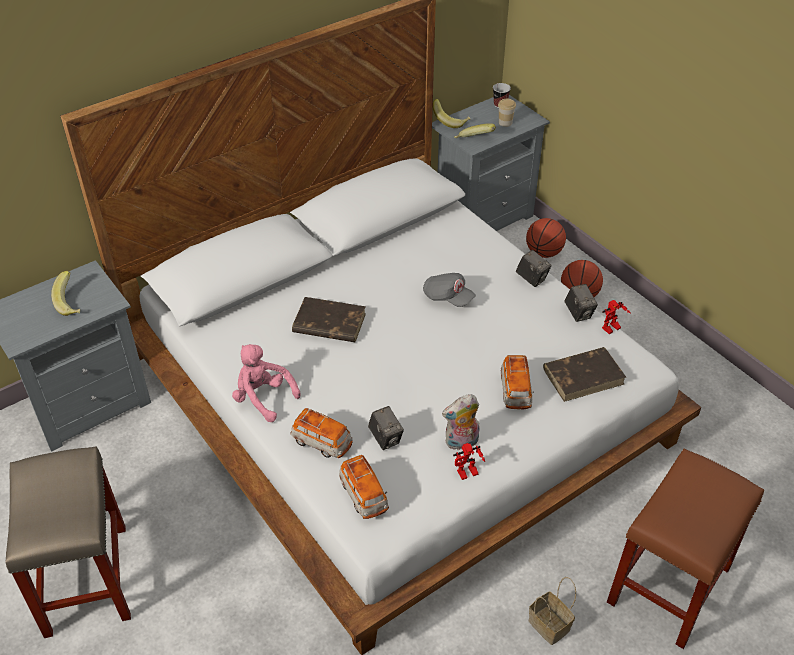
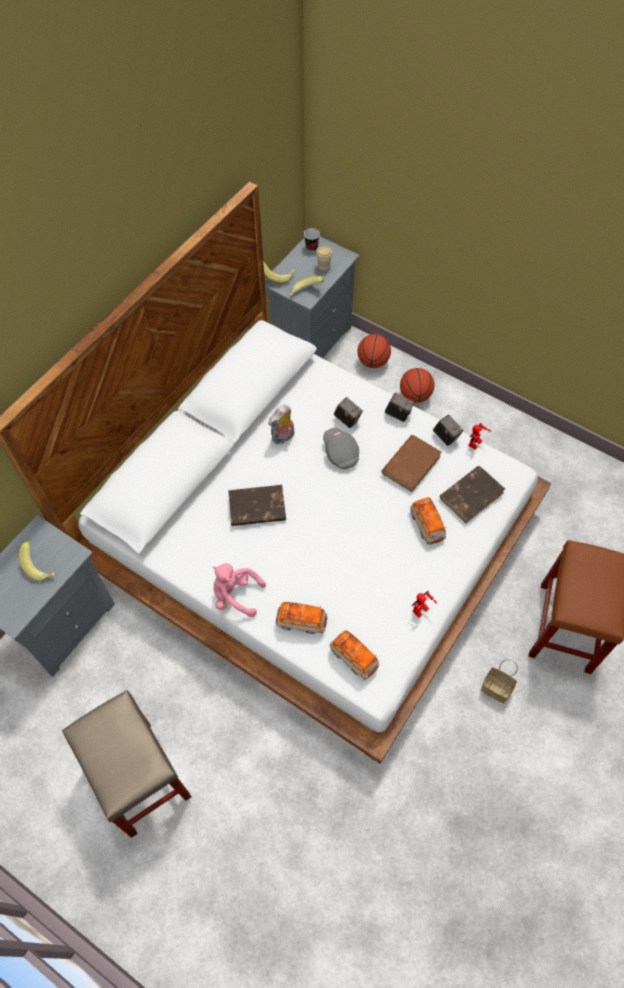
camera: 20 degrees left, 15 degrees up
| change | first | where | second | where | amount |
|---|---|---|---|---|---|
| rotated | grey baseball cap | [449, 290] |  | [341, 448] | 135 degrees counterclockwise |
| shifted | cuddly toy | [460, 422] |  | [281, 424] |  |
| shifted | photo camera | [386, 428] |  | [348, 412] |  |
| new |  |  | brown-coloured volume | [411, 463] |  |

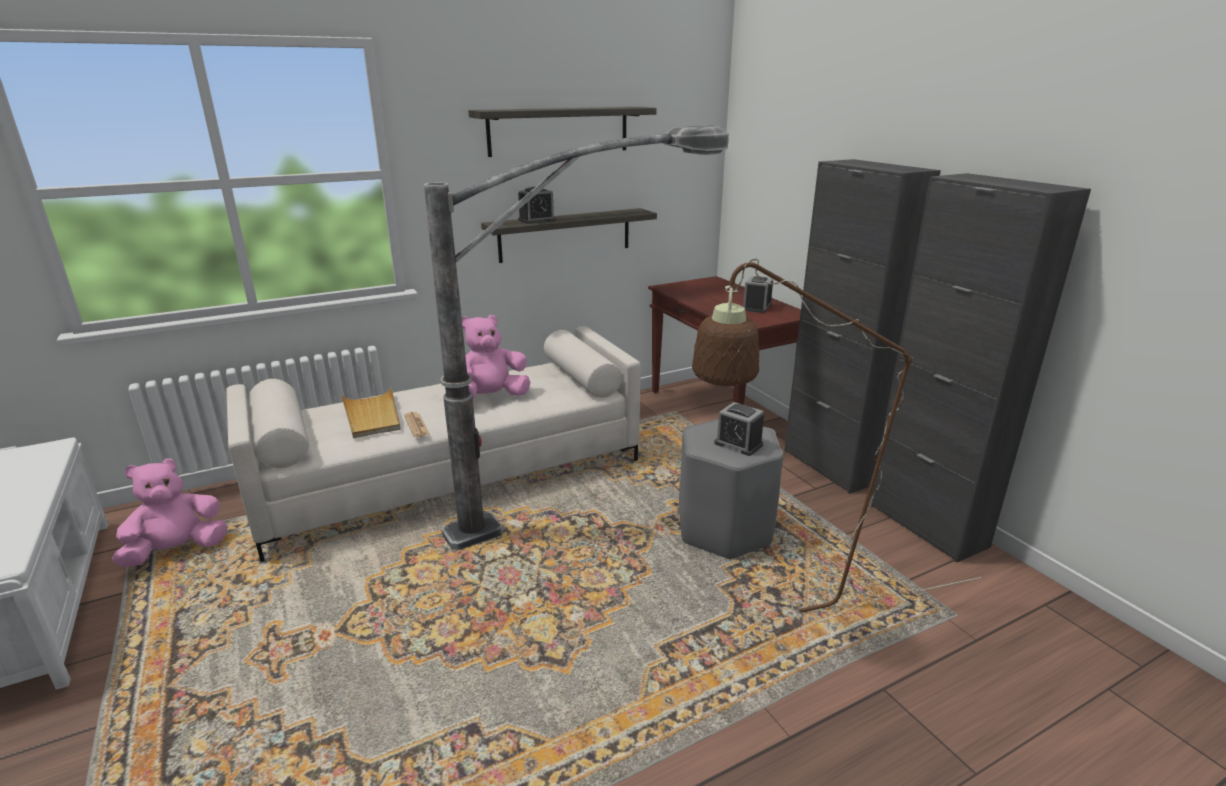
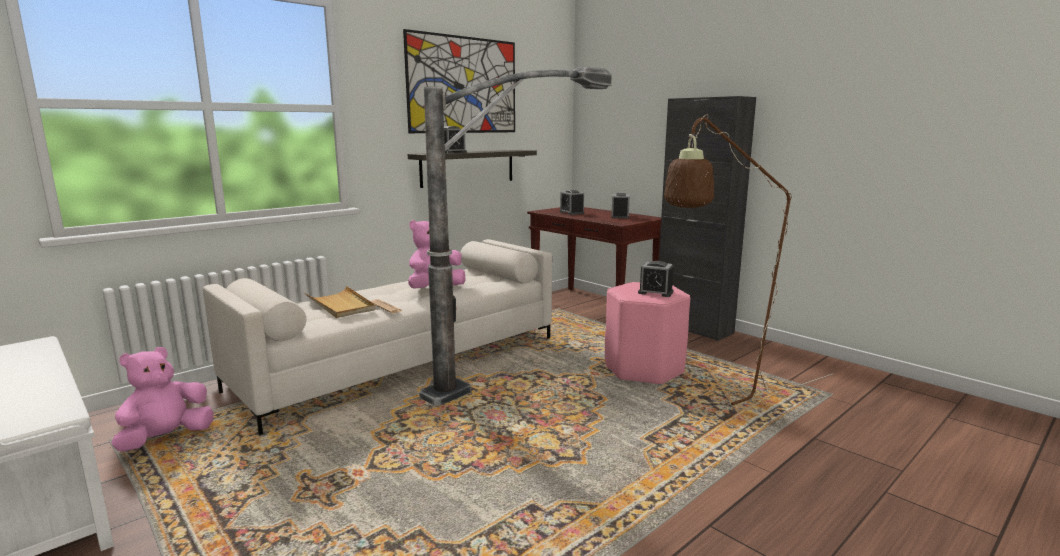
camera: 15 degrees left, 10 degrees down
| change | first | where | second | where | amount |
|---|---|---|---|---|---|
| swapped | bracket shelf | [562, 132] | wall picture | [459, 81] |  |
| gone | black cabinet | [980, 368] |  |  |  |
| repainted | grey stool seat | [731, 489] | pinkish stool seat | [647, 333] |  |
| new |  |  | alarm clock | [572, 202] |  |

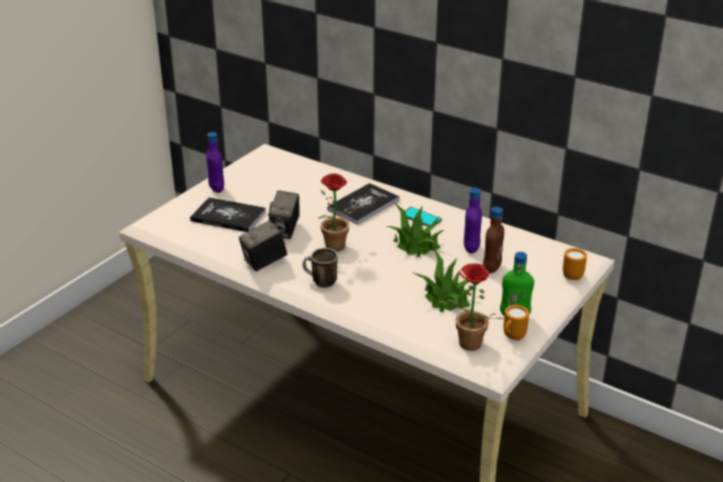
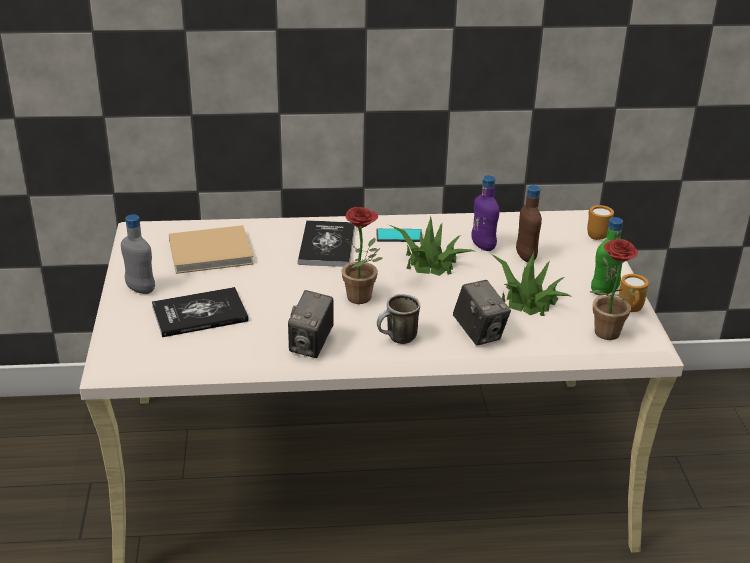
camera: 40 degrees left, 0 degrees up
| change | first | where | second | where | amount |
|---|---|---|---|---|---|
| repainted | purplish drink bottle | [215, 162] | grey drink bottle | [138, 254] |  |
| shifted | photo camera | [283, 214] |  | [482, 313] |  |
| new |  |  | beige-coloured volume | [211, 249] |  |

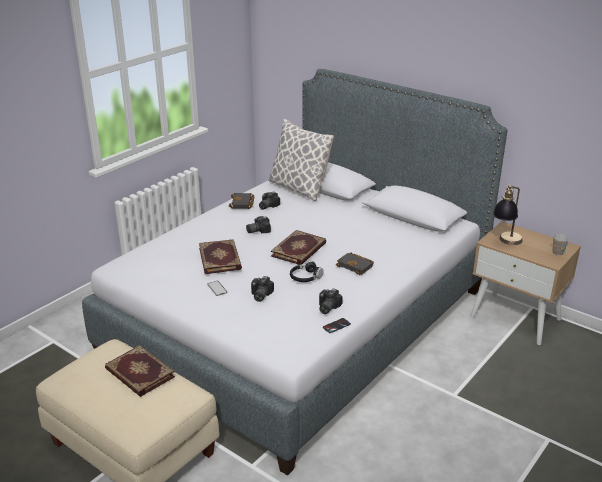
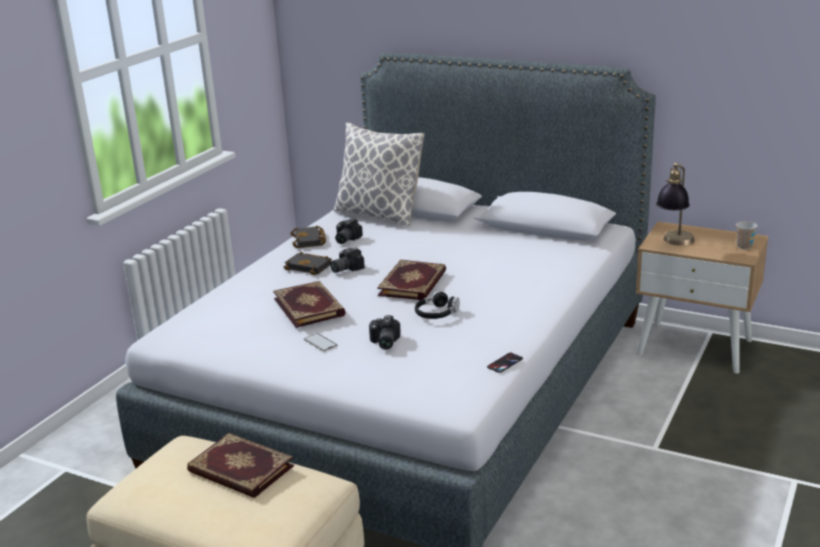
camera: 10 degrees left, 5 degrees down
| change | first | where | second | where | amount |
|---|---|---|---|---|---|
| shifted | black volume | [355, 263] |  | [308, 263] |  |
| gone | photo camera | [331, 301] |  |  |  |

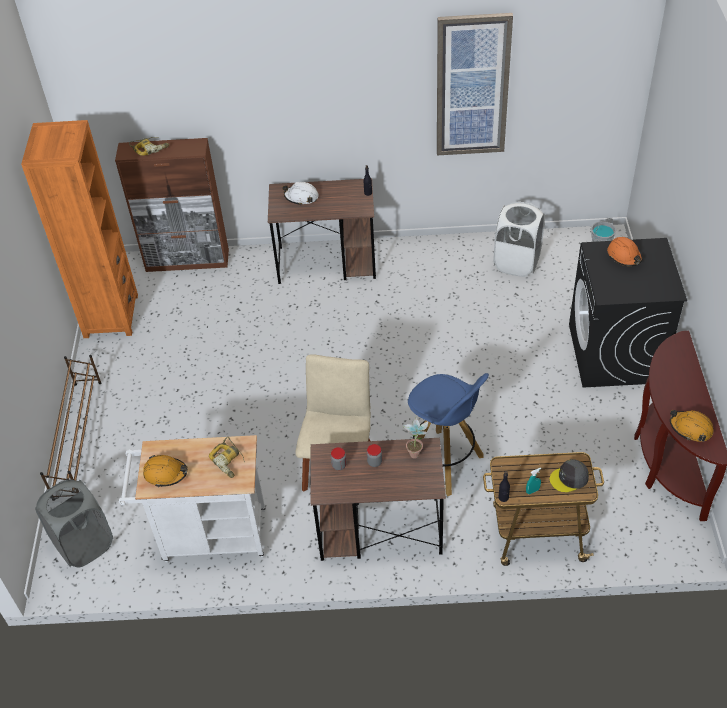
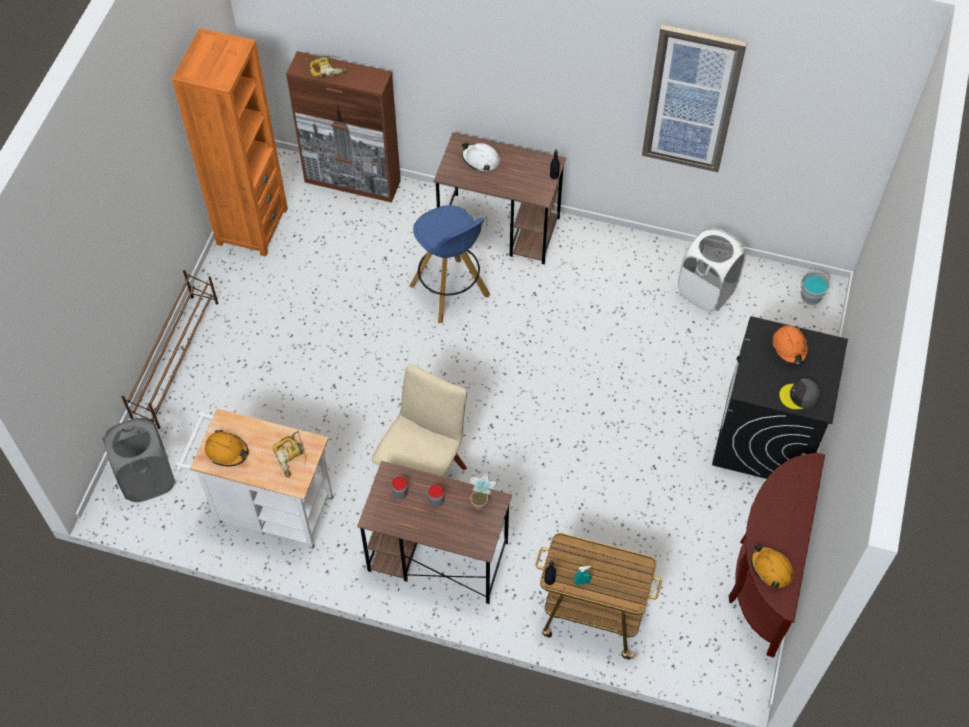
camera: 15 degrees right, 10 degrees up
| change | first | where | second | where | amount |
|---|---|---|---|---|---|
| shifted | bluish stool seat | [448, 434] |  | [449, 264] |  |
| shifted | grey baseball cap | [569, 475] |  | [799, 394] |  |

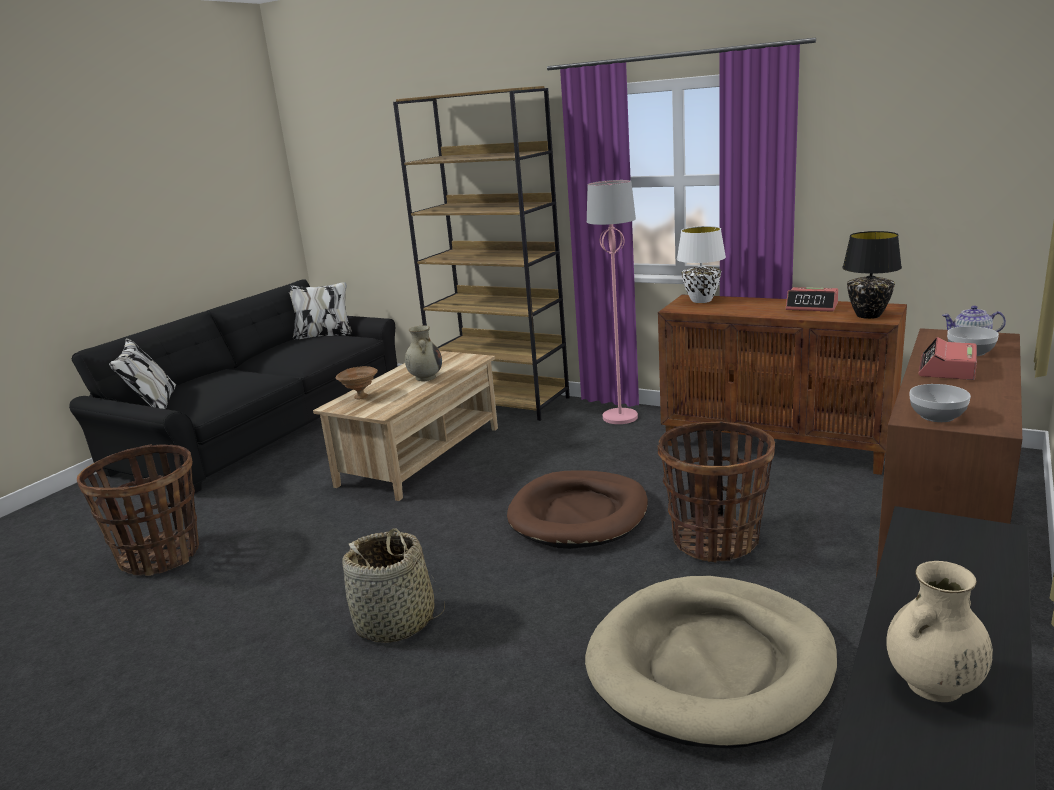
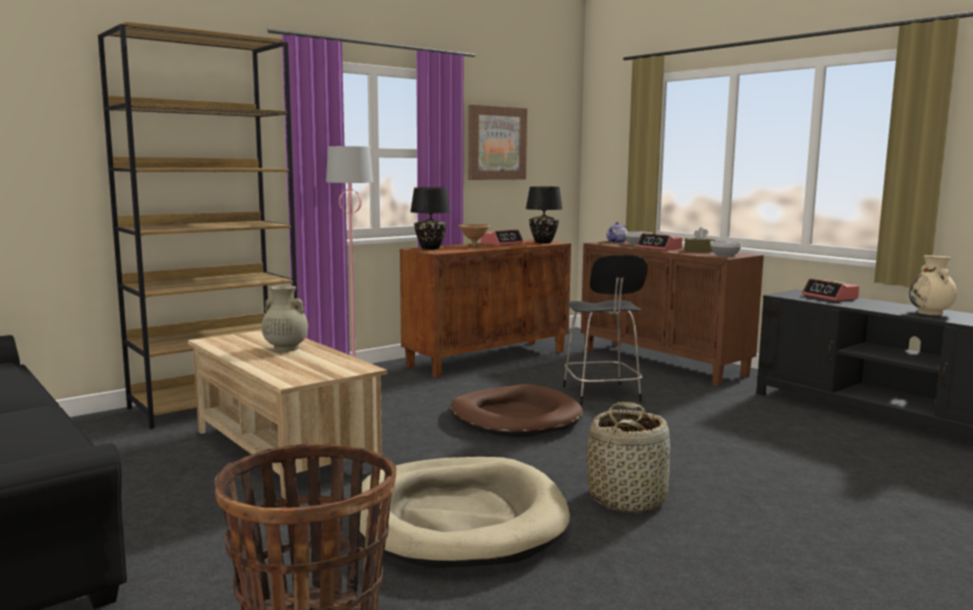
camera: 70 degrees left, 10 degrees down
| change | first | where | second | where | amount |
|---|---|---|---|---|---|
| repainted | white tabletop lamp | [701, 264] | black tabletop lamp | [430, 218] |  |
| shifted | brown-coloured deep dish | [356, 383] |  | [474, 235] |  |
| swapped | storage basket | [716, 492] | black stool seat | [605, 330] |  |
| shifted | beige-coloured dog bed | [711, 662] |  | [465, 512] |  |
| new |  |  | wall picture | [497, 142] |  |
| new |  |  | brown-coloured tissue holder | [700, 239] |  |
| new |  |  | alarm clock | [830, 289] |  |

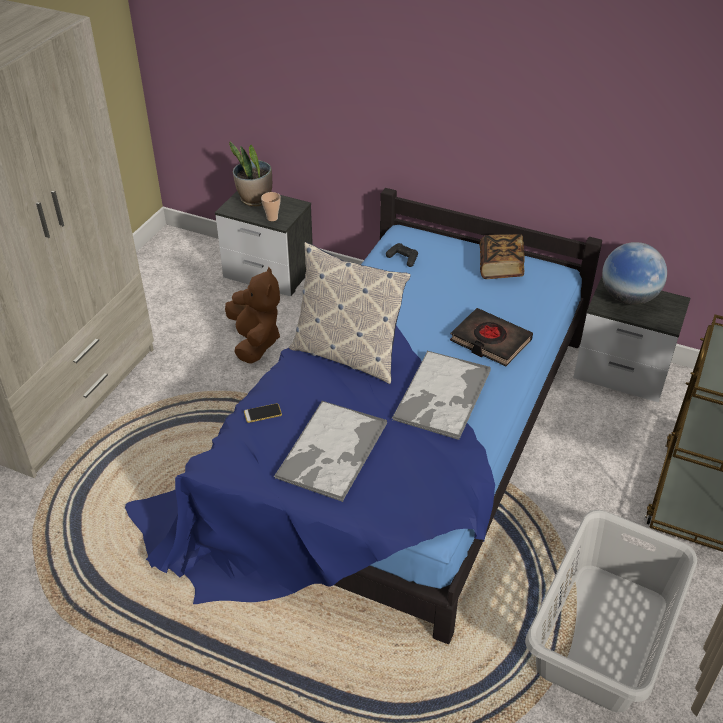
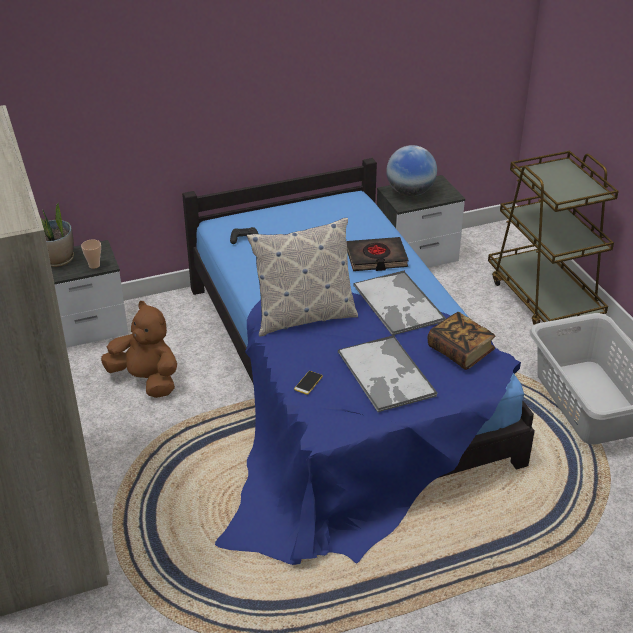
camera: 45 degrees left, 5 degrees down
| change | first | where | second | where | amount |
|---|---|---|---|---|---|
| shifted | volume | [502, 256] |  | [461, 341] |  |

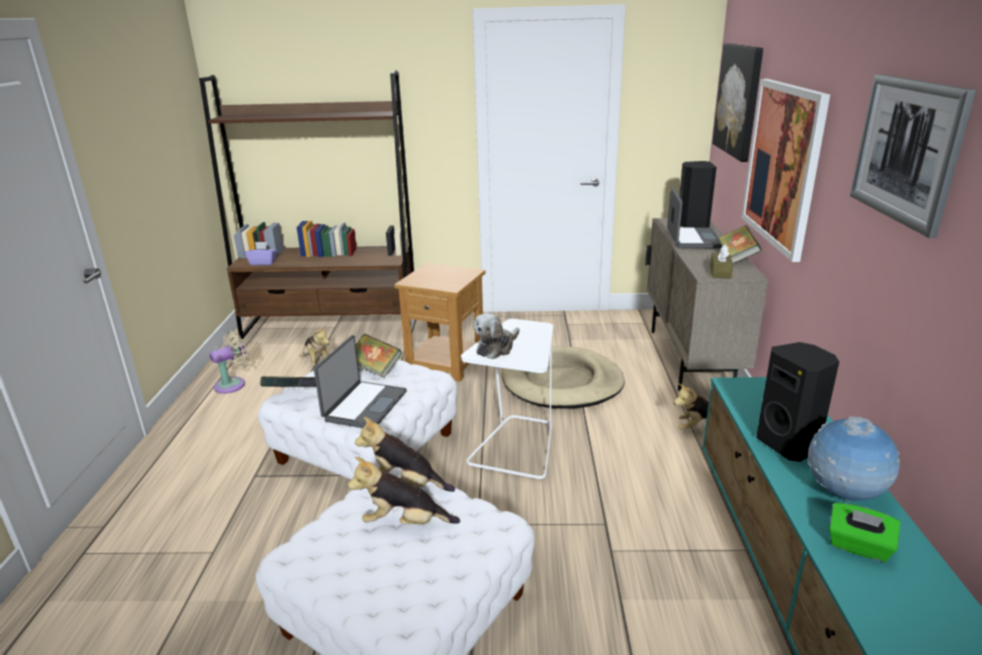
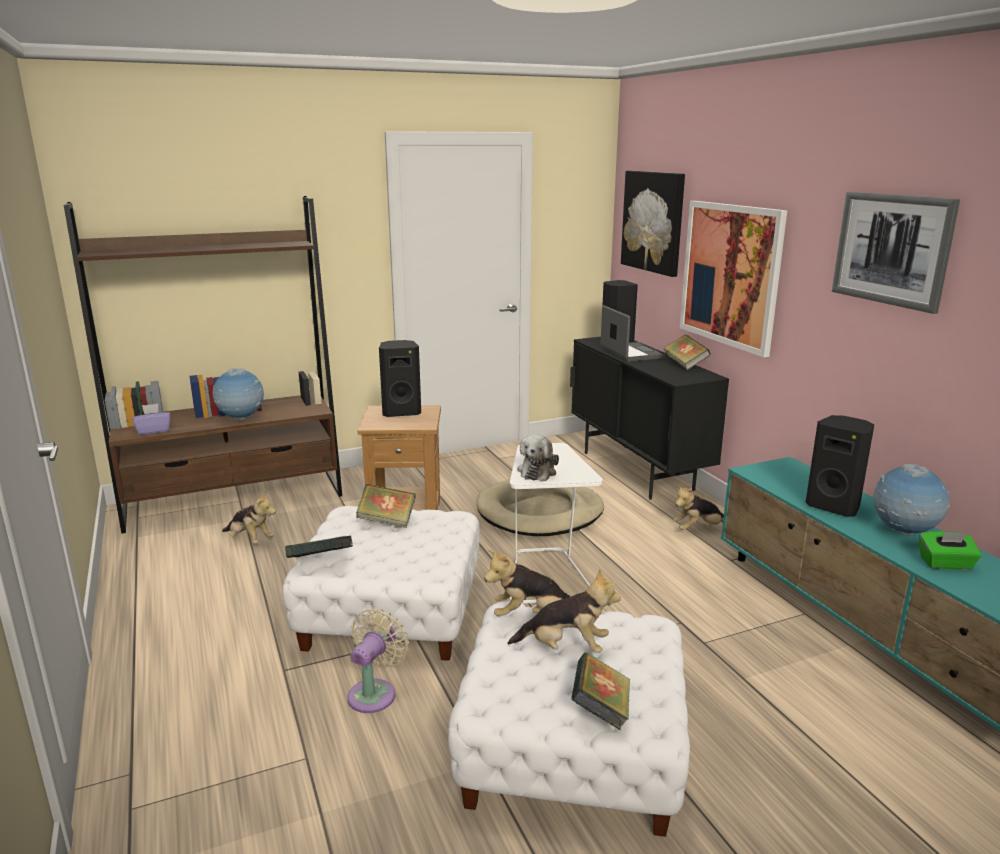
camera: 25 degrees left, 5 degrees down
| change | first | where | second | where | amount |
|---|---|---|---|---|---|
| repainted | beige-coloured cabinet | [706, 304] | black cabinet | [649, 418] |  |
| gone | brown-coloured tissue holder | [721, 262] |  |  |  |
| shifted | beige-coloured cooling fan | [229, 362] |  | [378, 660] |  |
| gone | notebook computer | [360, 381] |  |  |  |
| rotated | cuddly toy | [404, 490] |  | [564, 611] | 150 degrees counterclockwise |
| new |  |  | black audio speaker | [400, 378] |  |
| new |  |  | world globe | [238, 394] |  |
| new |  |  | volume | [600, 691] |  |

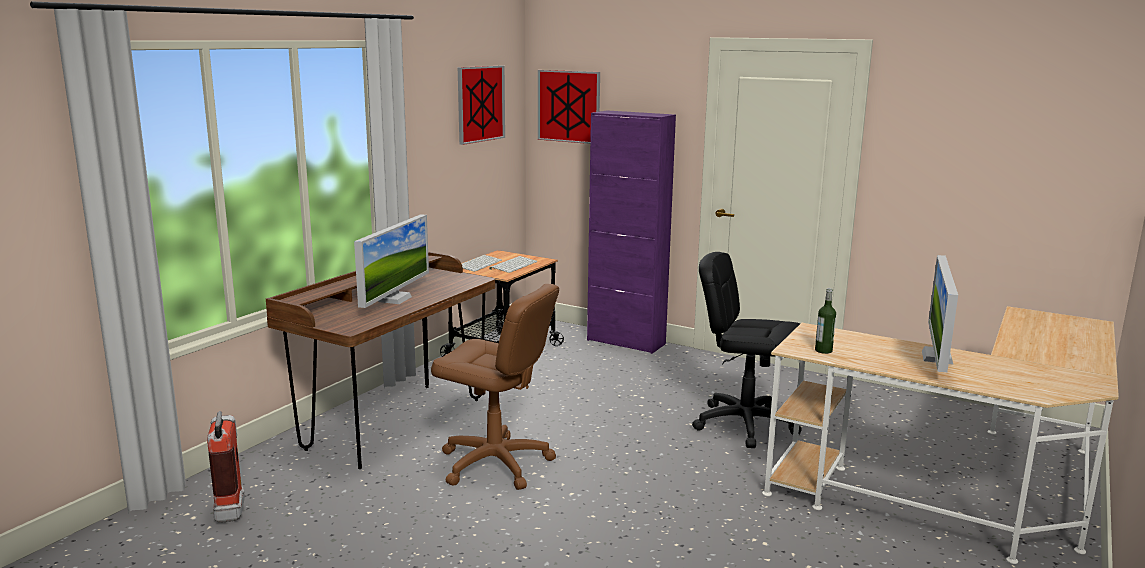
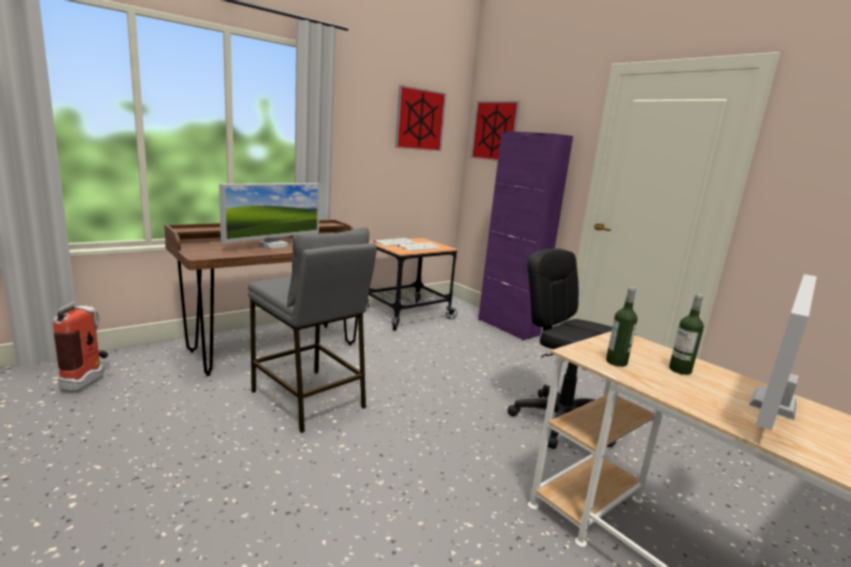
camera: 20 degrees right, 0 degrees up
| change | first | where | second | where | amount |
|---|---|---|---|---|---|
| swapped | brown-coloured office chair | [495, 387] | grey stool seat | [312, 330] |  |
| new |  |  | drink bottle | [686, 334] |  |

